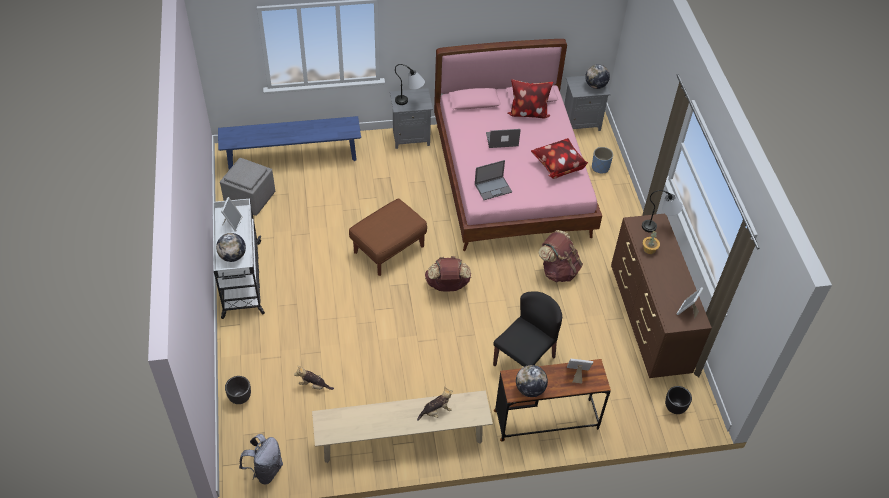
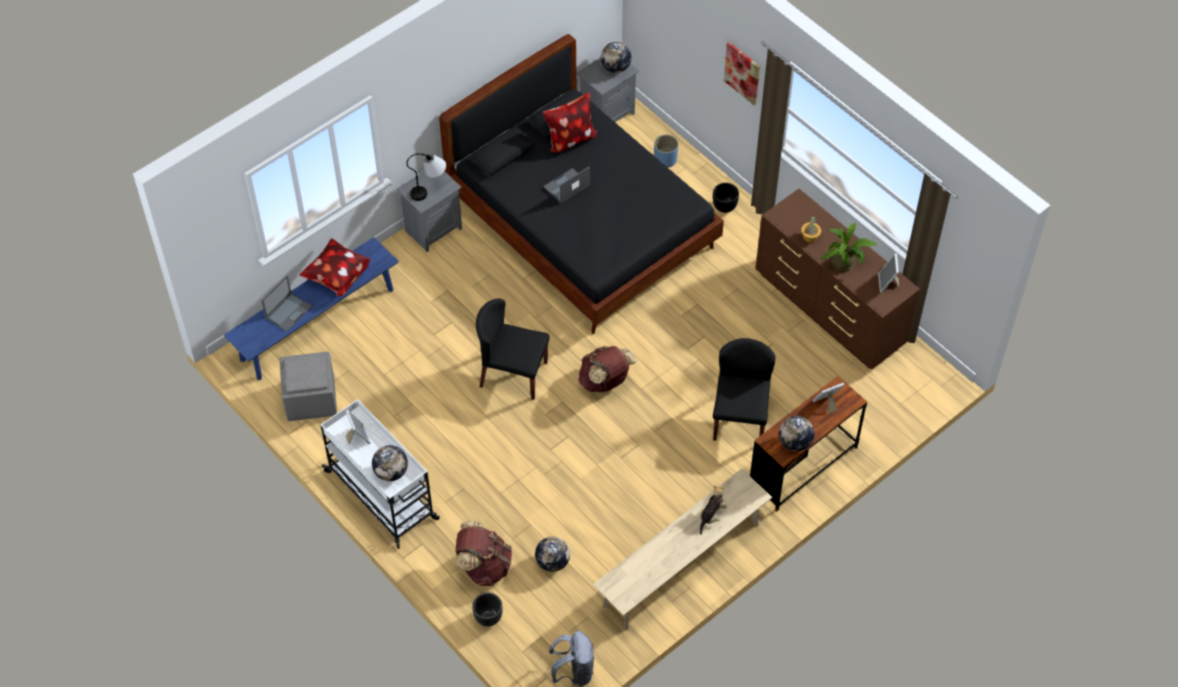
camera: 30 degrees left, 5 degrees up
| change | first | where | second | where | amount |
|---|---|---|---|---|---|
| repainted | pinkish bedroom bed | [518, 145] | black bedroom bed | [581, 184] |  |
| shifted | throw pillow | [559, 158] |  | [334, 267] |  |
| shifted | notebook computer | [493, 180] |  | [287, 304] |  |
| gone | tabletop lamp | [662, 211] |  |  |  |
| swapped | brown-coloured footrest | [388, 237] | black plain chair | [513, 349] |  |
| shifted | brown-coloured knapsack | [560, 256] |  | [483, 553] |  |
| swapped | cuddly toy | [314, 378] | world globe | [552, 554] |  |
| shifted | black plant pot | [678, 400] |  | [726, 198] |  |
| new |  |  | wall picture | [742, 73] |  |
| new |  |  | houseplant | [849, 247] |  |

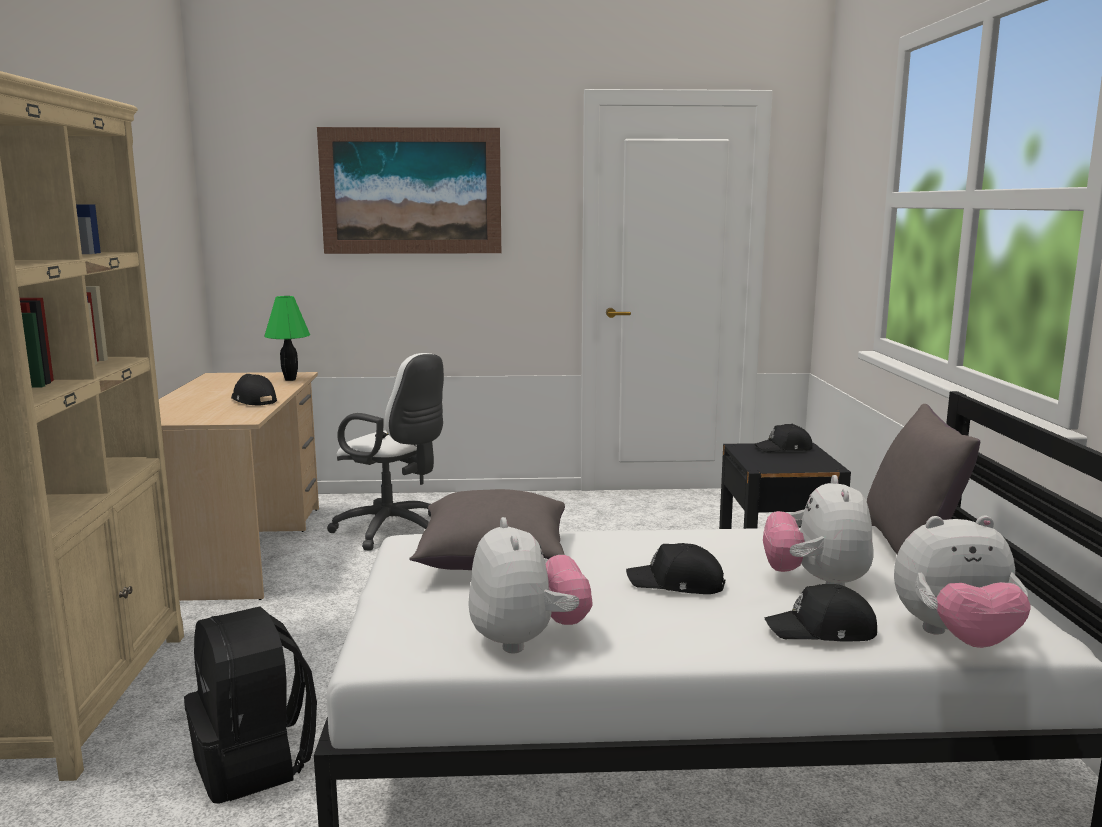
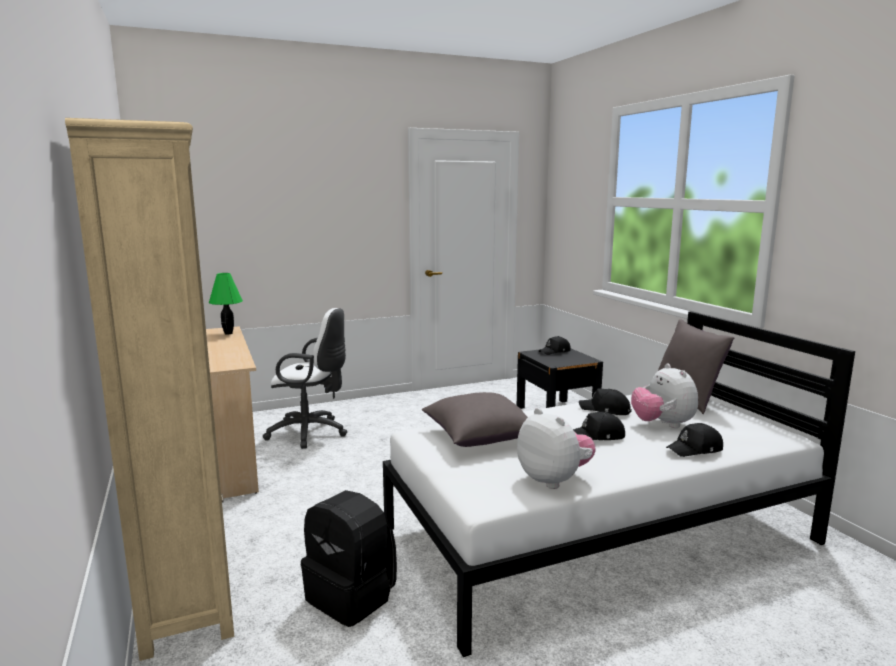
camera: 20 degrees left, 0 degrees up
| change | first | where | second | where | amount |
|---|---|---|---|---|---|
| gone | wall picture | [409, 190] |  |  |  |
| shifted | black baseball cap | [254, 389] |  | [605, 401] |  |
| gone | cuddly toy | [962, 582] |  |  |  |

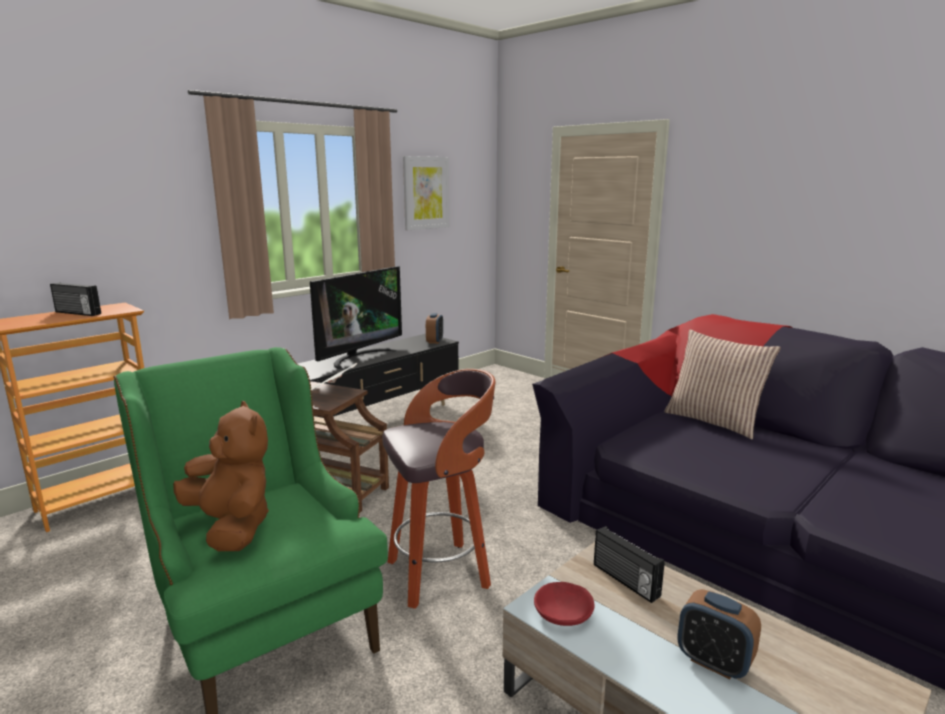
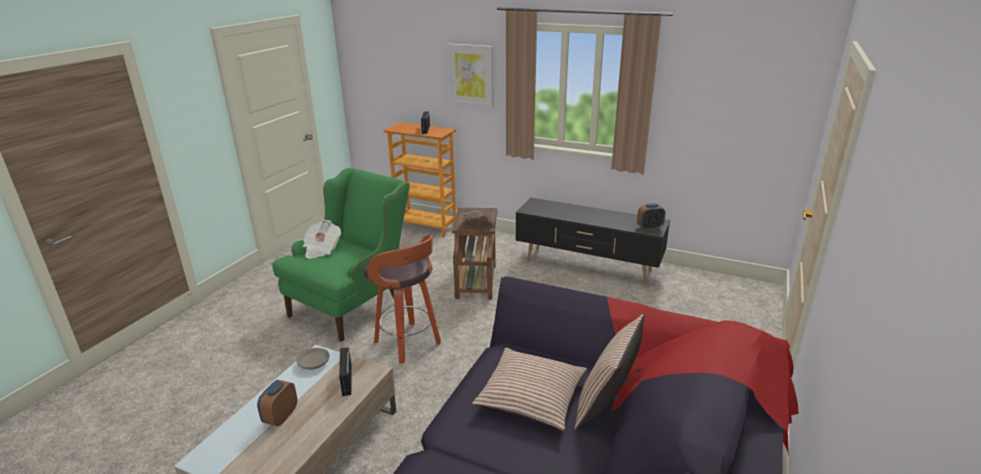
camera: 70 degrees right, 10 degrees up
| change | first | where | second | where | amount |
|---|---|---|---|---|---|
| shifted | wall picture | [426, 193] |  | [470, 75] |  |
| gone | television | [356, 318] |  |  |  |
| swapped | brown-coloured cuddly toy | [221, 476] | daily paper | [322, 239] |  |
| rotated | radio set | [629, 564] |  | [345, 371] | 45 degrees counterclockwise |
| repainted | reddish deep dish | [564, 604] | grey deep dish | [313, 359] |  |
| new |  |  | throw pillow | [529, 389] |  |

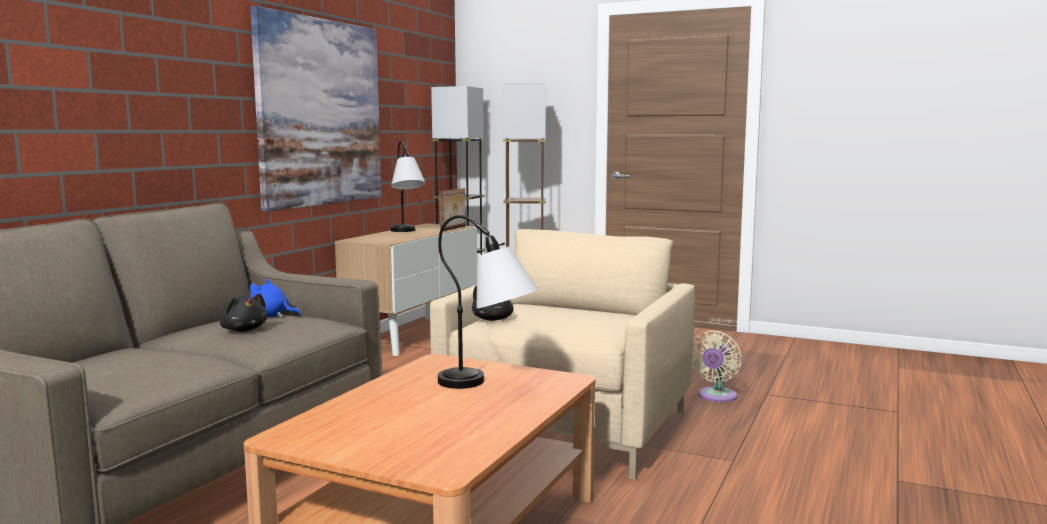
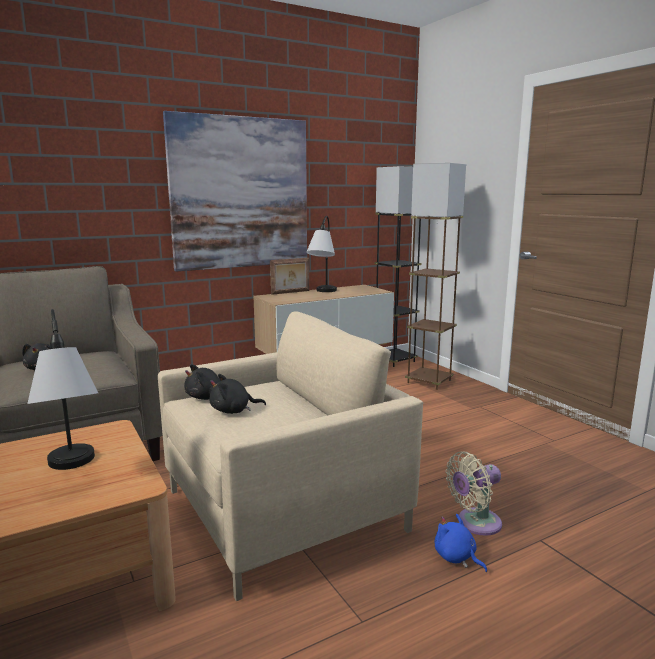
camera: 35 degrees right, 5 degrees up
| change | first | where | second | where | amount |
|---|---|---|---|---|---|
| shifted | standing frame | [452, 209] |  | [289, 276] |  |
| shifted | bluish cuddly toy | [275, 298] |  | [461, 543] |  |
| new |  |  | black cuddly toy | [237, 394] |  |

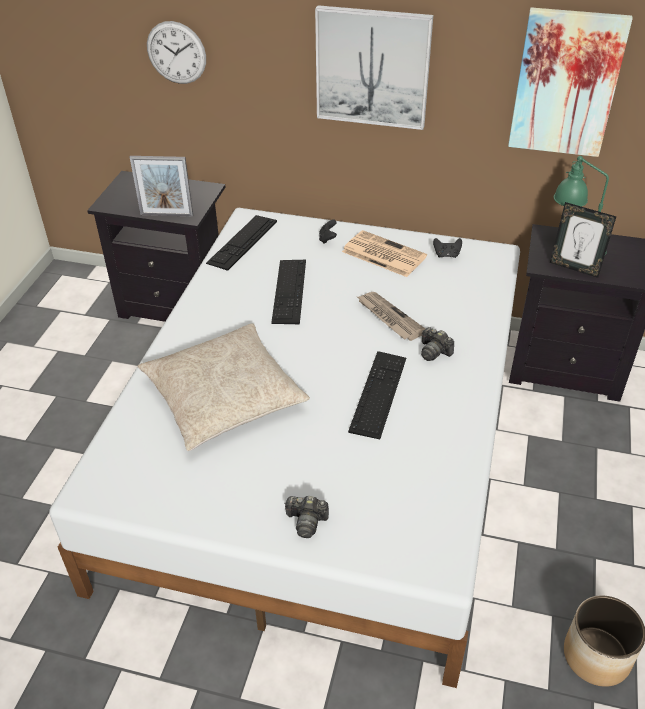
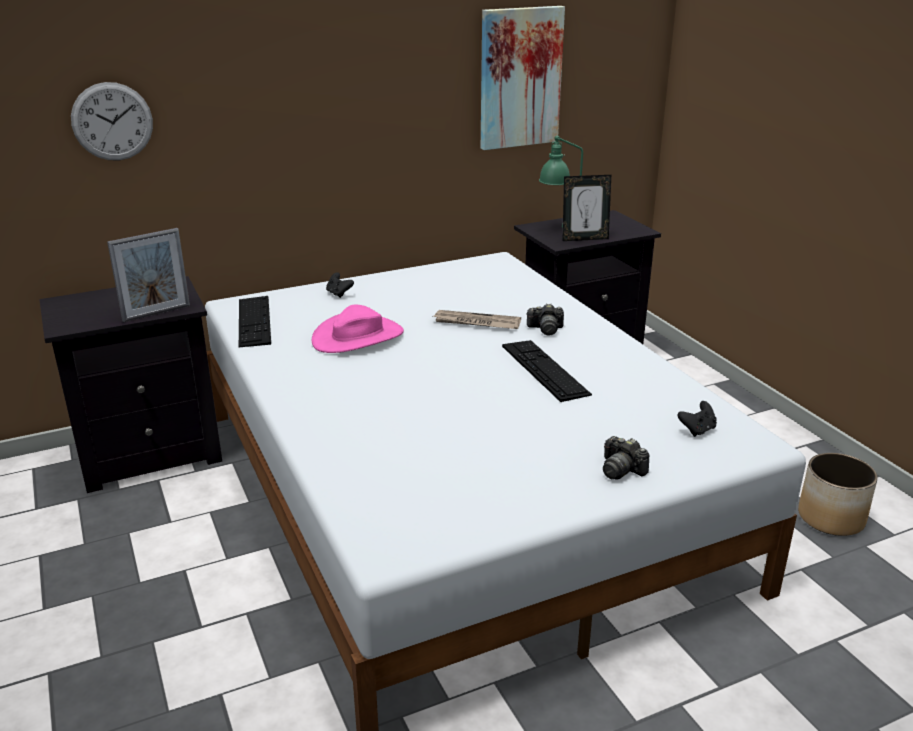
camera: 40 degrees left, 15 degrees down
| change | first | where | second | where | amount |
|---|---|---|---|---|---|
| gone | wall picture | [374, 67] |  |  |  |
| gone | daily paper | [384, 253] |  |  |  |
| shifted | black gamepad | [447, 248] |  | [697, 419] |  |
| swapped | PC keyboard | [288, 292] | pinkish clothing hat | [358, 329] |  |
| gone | beige-coloured throw pillow | [223, 387] |  |  |  |
| rotated | photo camera | [306, 517] |  | [626, 458] | 75 degrees clockwise |

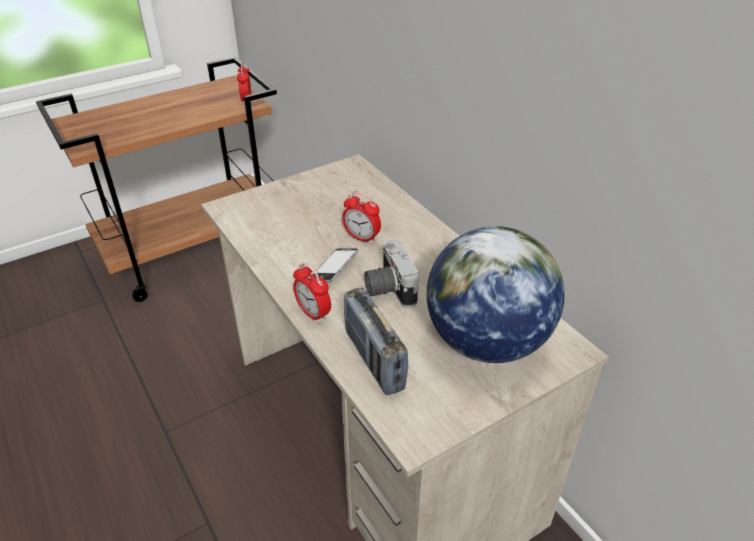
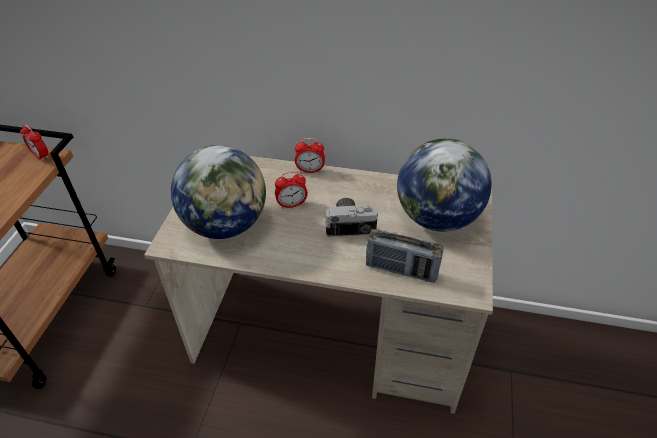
camera: 45 degrees left, 5 degrees up
| change | first | where | second | where | amount |
|---|---|---|---|---|---|
| rotated | photo camera | [391, 273] |  | [351, 217] | 150 degrees clockwise |
| gone | phone | [335, 265] |  |  |  |
| shifted | alarm clock | [312, 293] |  | [310, 155] |  |
| new |  |  | world globe | [218, 192] |  |

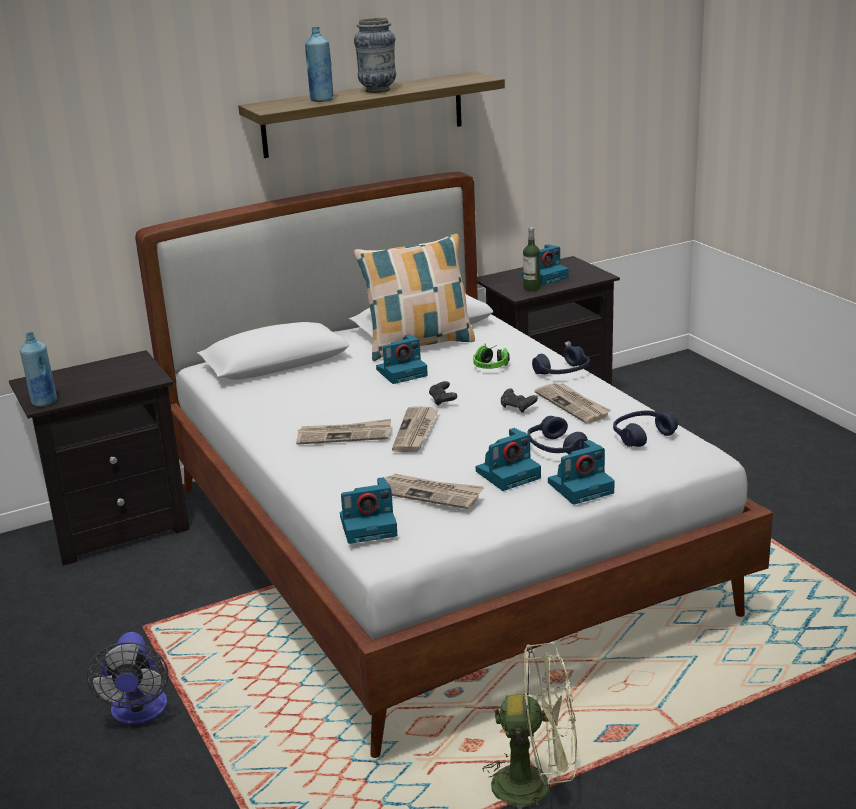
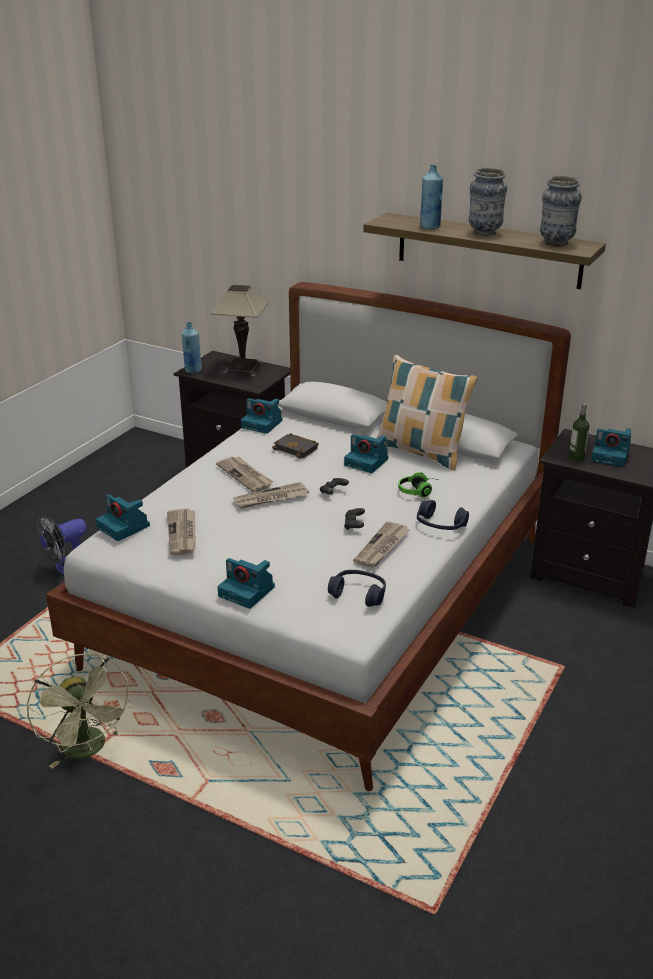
camera: 55 degrees right, 5 degrees up
| change | first | where | second | where | amount |
|---|---|---|---|---|---|
| gone | bluish pair of headphones | [558, 435] |  |  |  |
| shifted | photo camera | [508, 459] |  | [262, 416] |  |
| new |  |  | vase | [560, 211] |  |
| new |  |  | tabletop lamp | [240, 331] |  |
| new |  |  | black volume | [295, 446] |  |

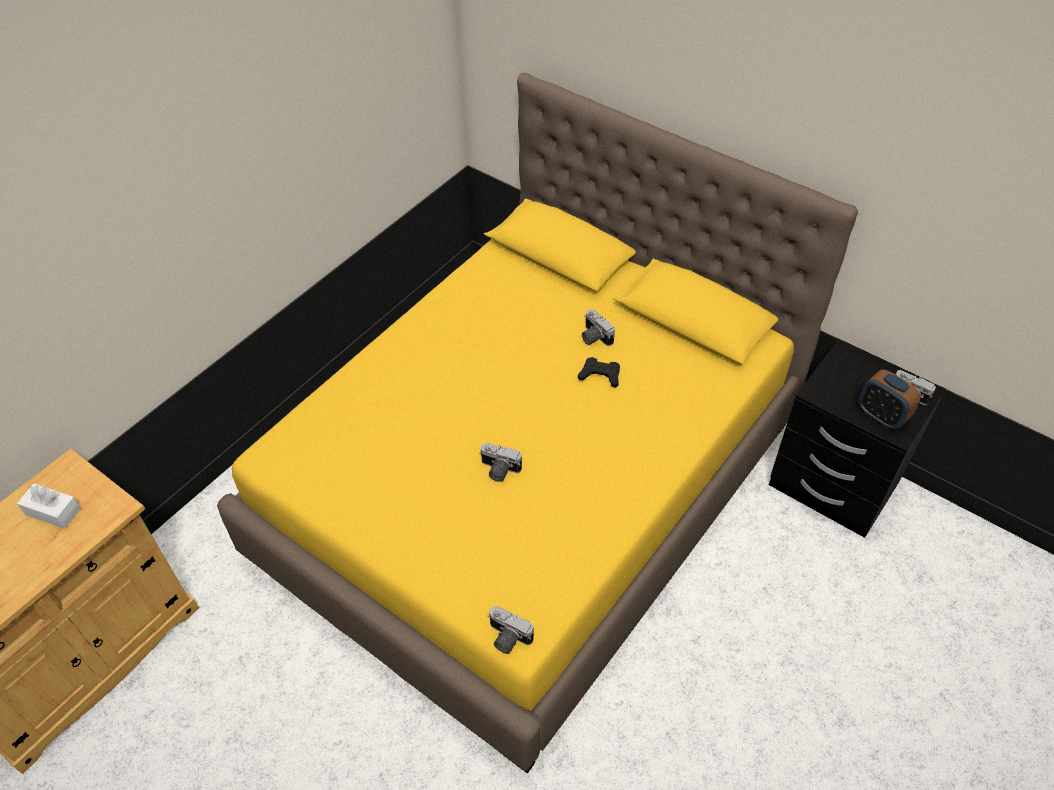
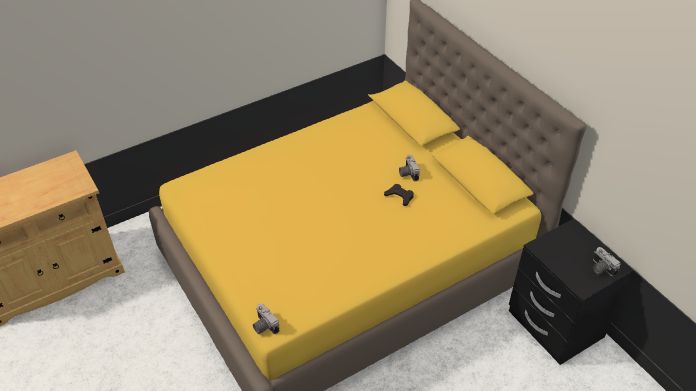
camera: 20 degrees right, 5 degrees down
| change | first | where | second | where | amount |
|---|---|---|---|---|---|
| gone | alarm clock | [889, 399] |  |  |  |
| gone | photo camera | [500, 462] |  |  |  |
| gone | white tissue holder | [49, 506] |  |  |  |

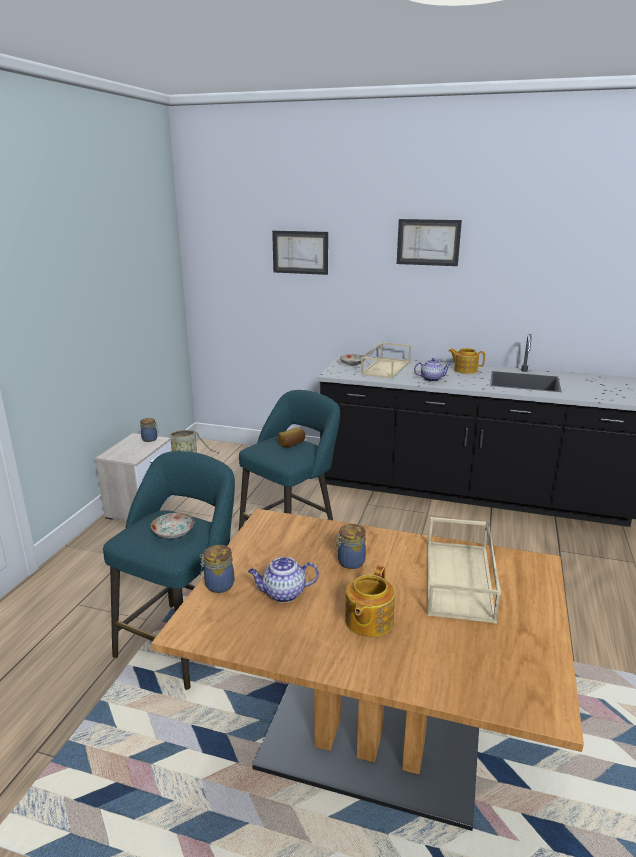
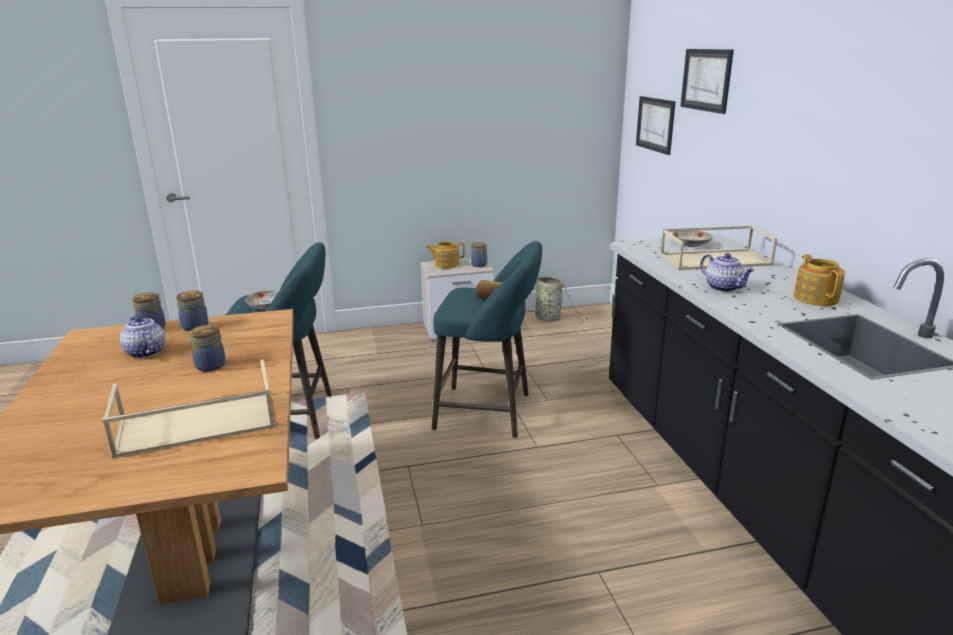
camera: 60 degrees right, 0 degrees up
| change | first | where | second | where | amount |
|---|---|---|---|---|---|
| shifted | wall picture | [429, 242] |  | [656, 125] |  |
| shifted | teapot | [370, 601] |  | [445, 254] |  |
| new |  |  | jar | [192, 311] |  |

